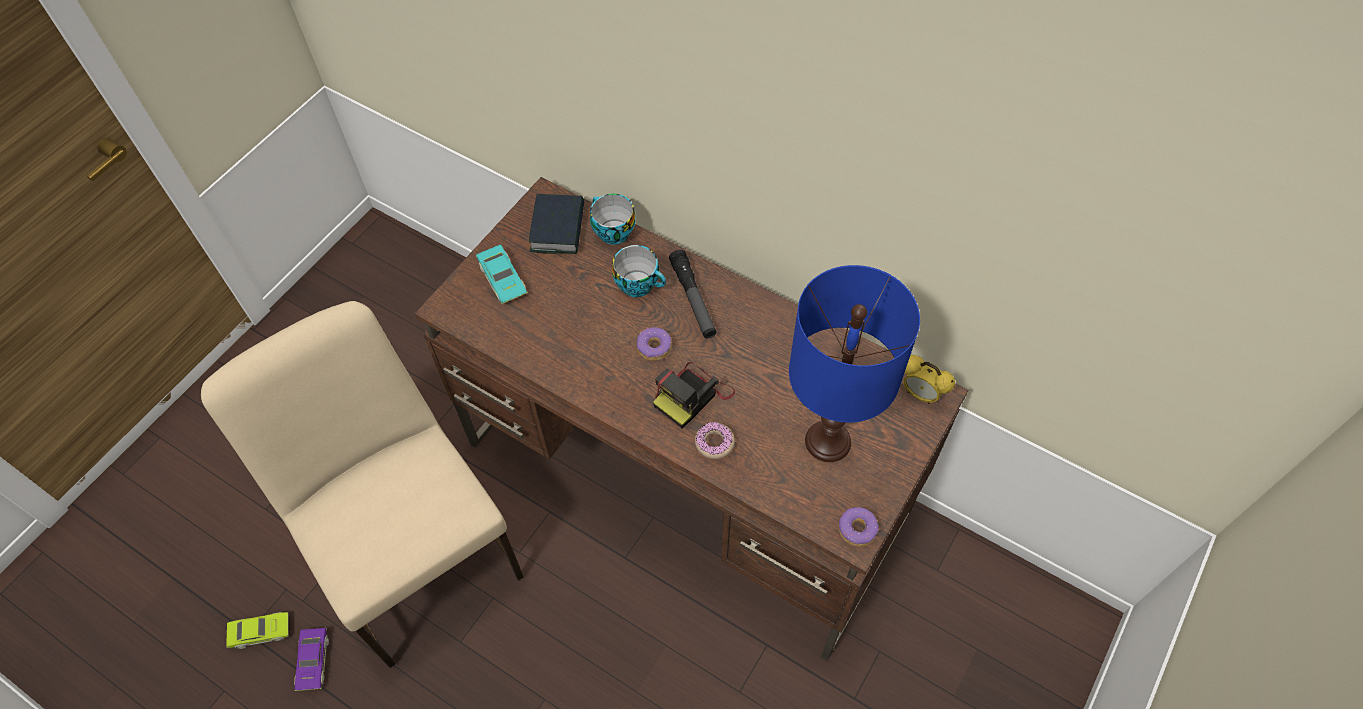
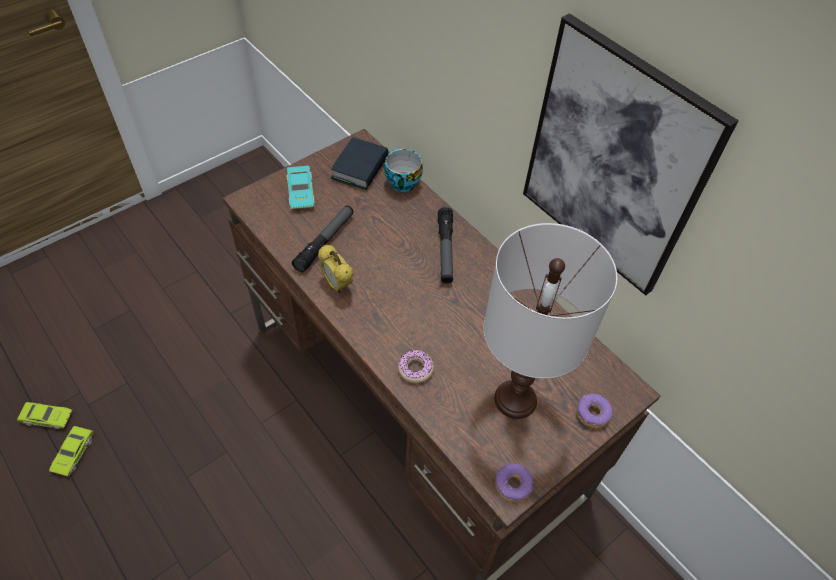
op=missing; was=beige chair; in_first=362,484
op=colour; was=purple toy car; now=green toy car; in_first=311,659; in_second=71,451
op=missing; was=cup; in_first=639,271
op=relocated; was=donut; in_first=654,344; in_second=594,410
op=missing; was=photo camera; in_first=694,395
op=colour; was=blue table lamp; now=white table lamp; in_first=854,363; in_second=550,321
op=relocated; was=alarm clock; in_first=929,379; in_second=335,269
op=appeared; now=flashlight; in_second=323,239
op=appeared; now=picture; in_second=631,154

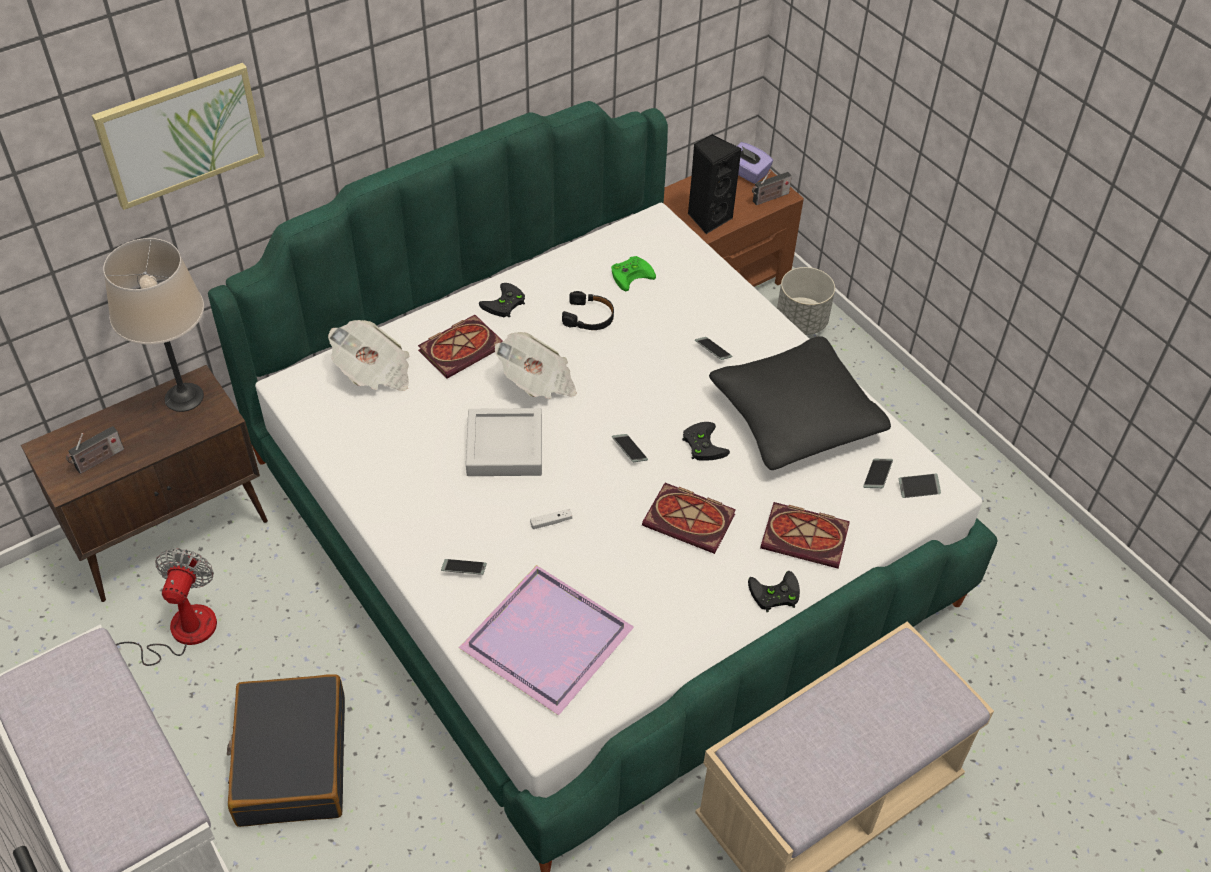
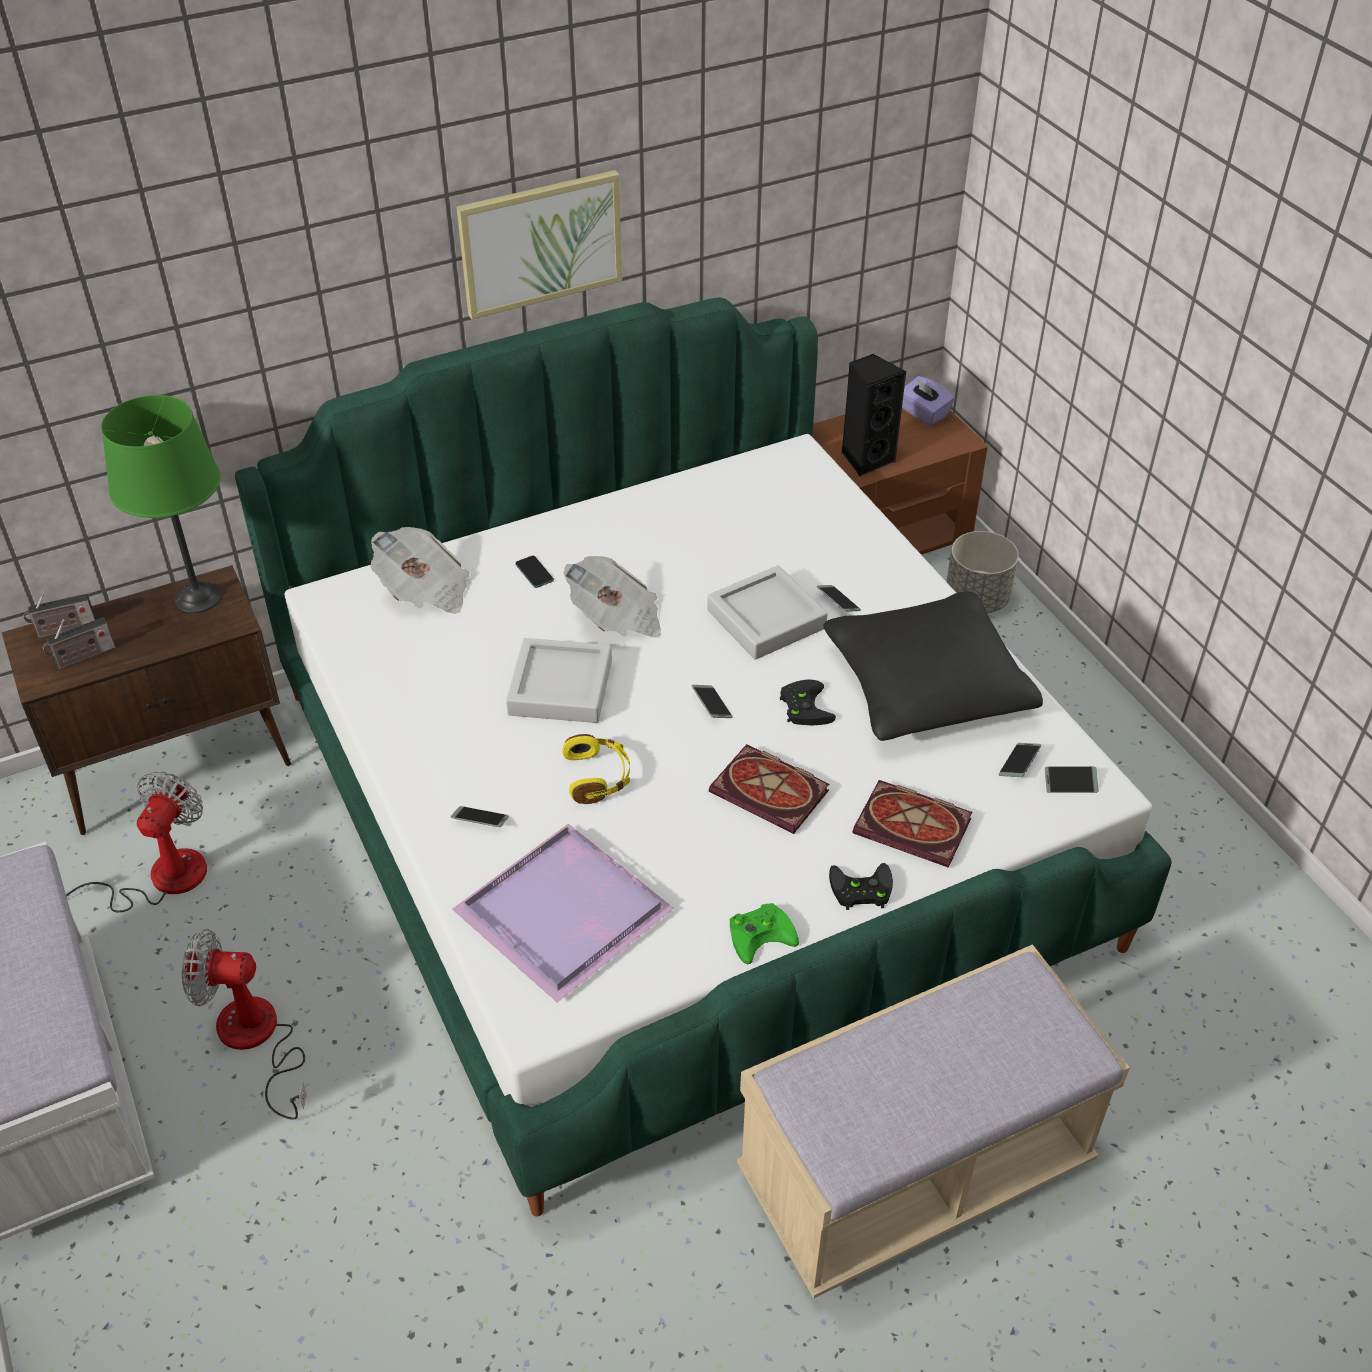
op=relocated; was=picture; in_first=178,136; in_second=539,245
op=colour; was=beige table lamp; now=green table lamp; in_first=153,325; in_second=161,504
op=exchanged; was=black suitcase; now=fan; in_first=286,750; in_second=245,1024
op=exchanged; was=book; now=phone; in_first=460,347; in_second=534,572
op=missing; was=black game controller; in_first=502,300
op=exchanged; was=white game controller; now=yellow headphones; in_first=551,519; in_second=596,769
op=missing; was=black headphones; in_first=588,310
op=relocated; was=green game controller; in_first=633,273; in_second=764,933
op=relocated; was=radio; in_first=772,188; in_second=60,614
op=appeared; now=grey tray; in_second=767,612

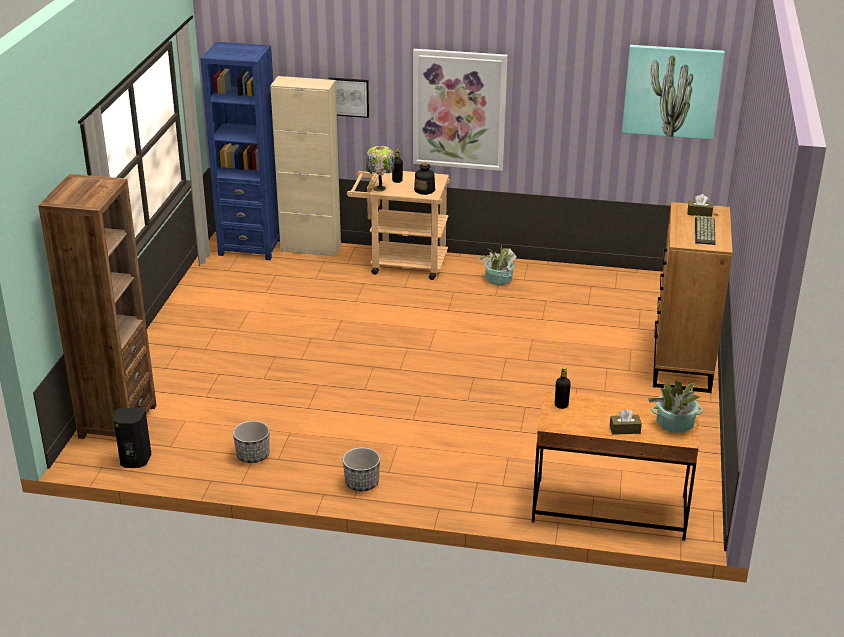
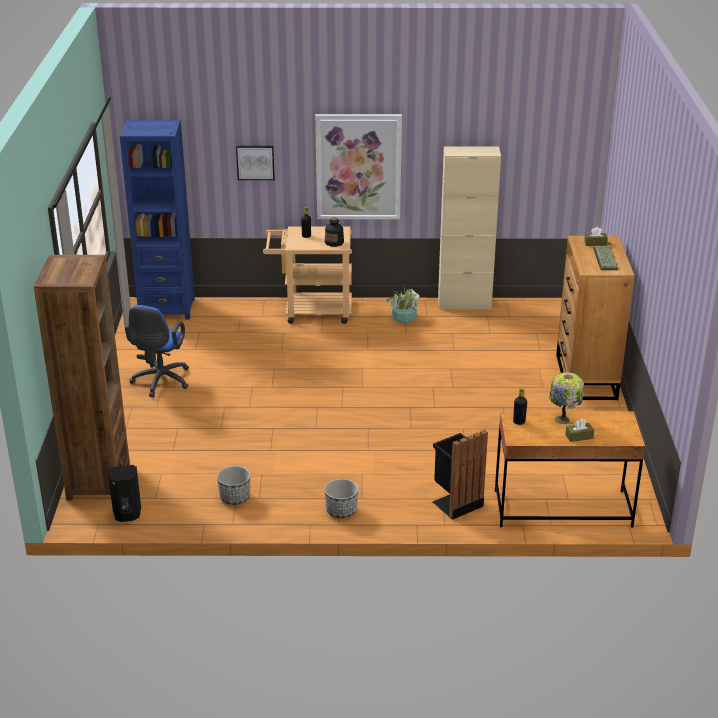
op=relocated; was=beige cabinet; in_first=305,166; in_second=469,228
op=relocated; was=table lamp; in_first=380,169; in_second=566,398
op=missing; was=picture; in_first=673,92
op=missing; was=potted plant; in_first=675,406
op=appeared; now=blue office chair; in_second=157,351
op=appeared; now=black trash can; in_second=460,475

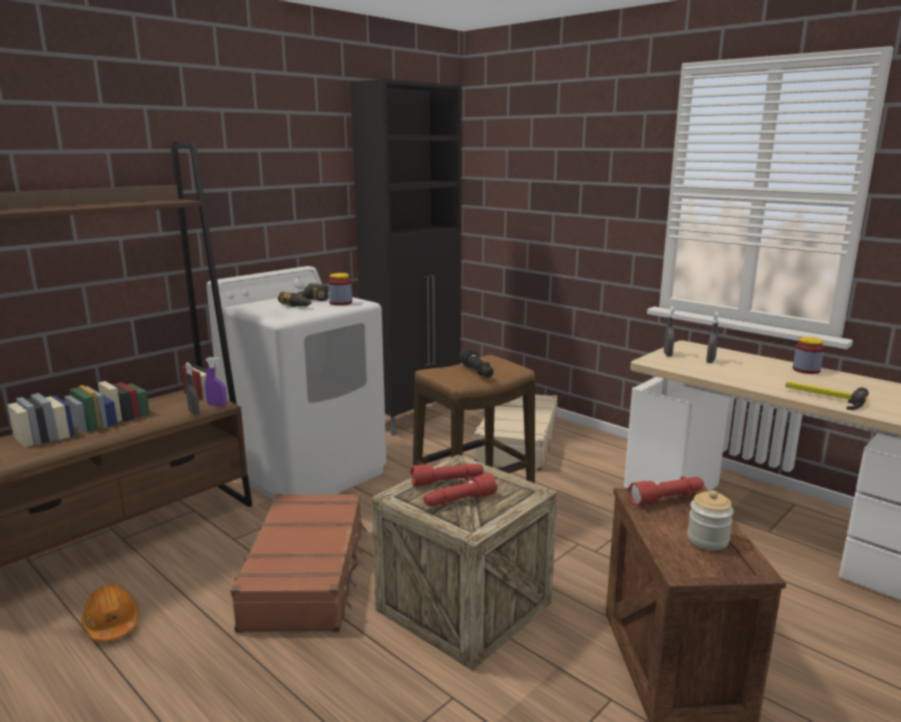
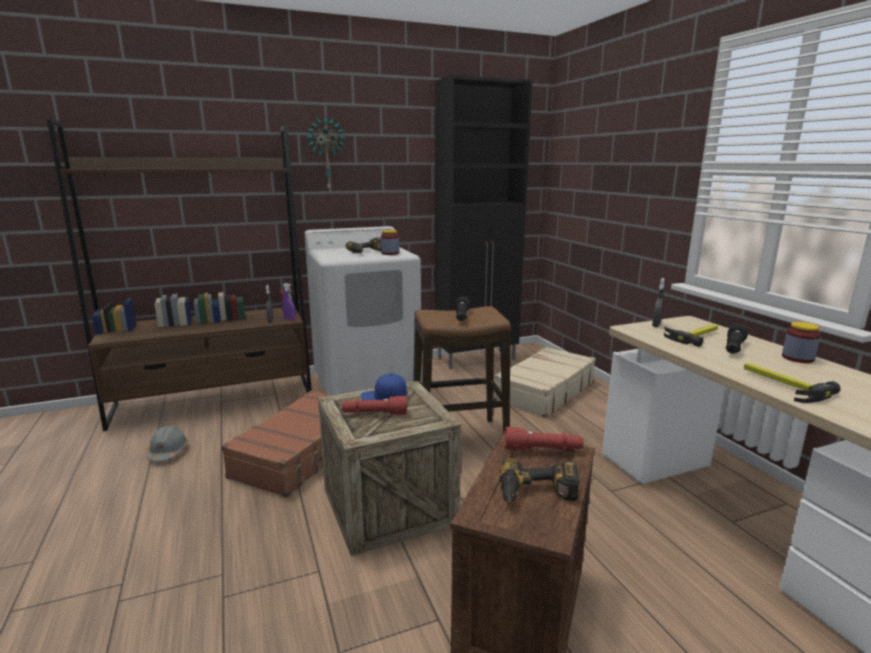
op=colour; was=orange hard hat; now=grey hard hat; in_first=110,613; in_second=167,443
op=exchanged; was=red flashlight; now=blue cap; in_first=447,474; in_second=383,387
op=exchanged; was=jar; now=power drill; in_first=710,520; in_second=539,480
op=exchanged; was=grey spray bottle; now=hammer; in_first=712,337; in_second=691,335
op=appeared; now=wall clock; in_second=326,154
op=appeared; now=black flashlight; in_second=736,339

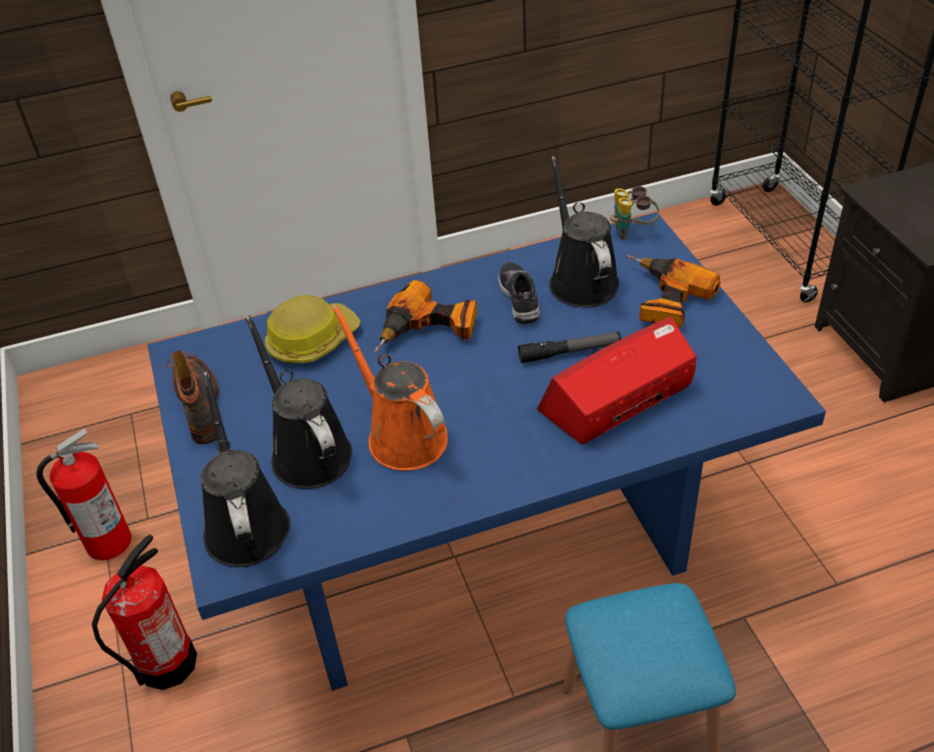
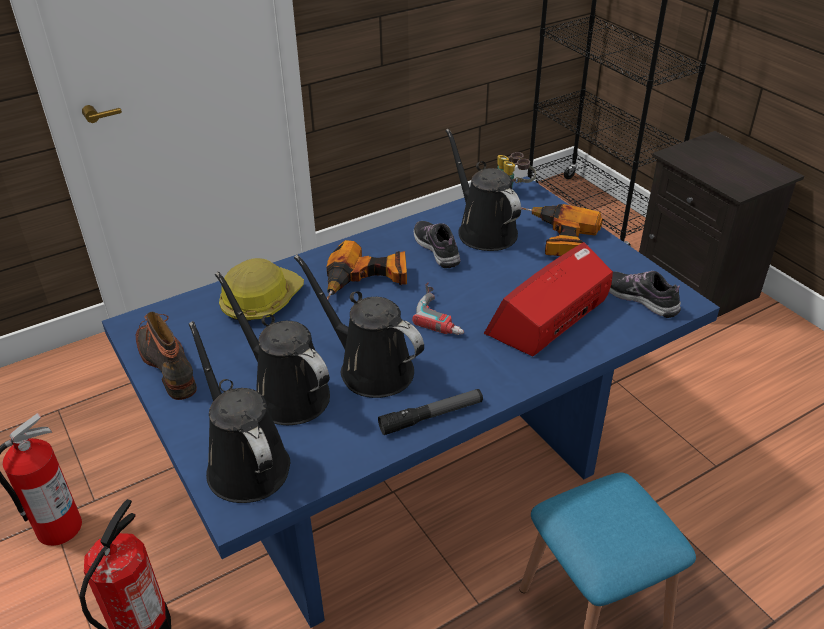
op=colour; was=orange watering can; now=black watering can; in_first=389,387; in_second=359,326
op=relocated; was=flashlight; in_first=570,347; in_second=430,412
op=appeared; now=power drill; in_second=438,309
op=appeared; now=shoe; in_second=645,294

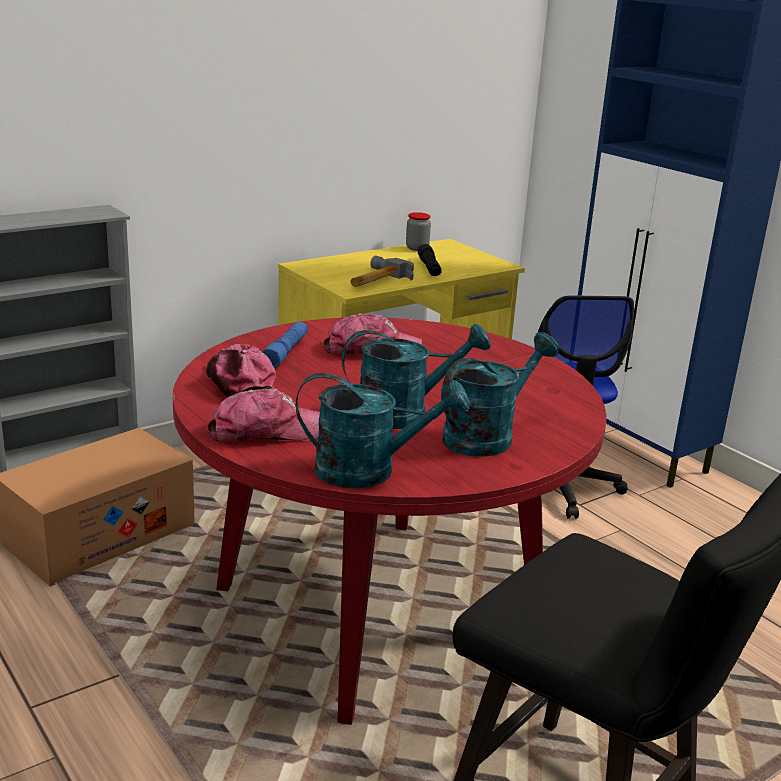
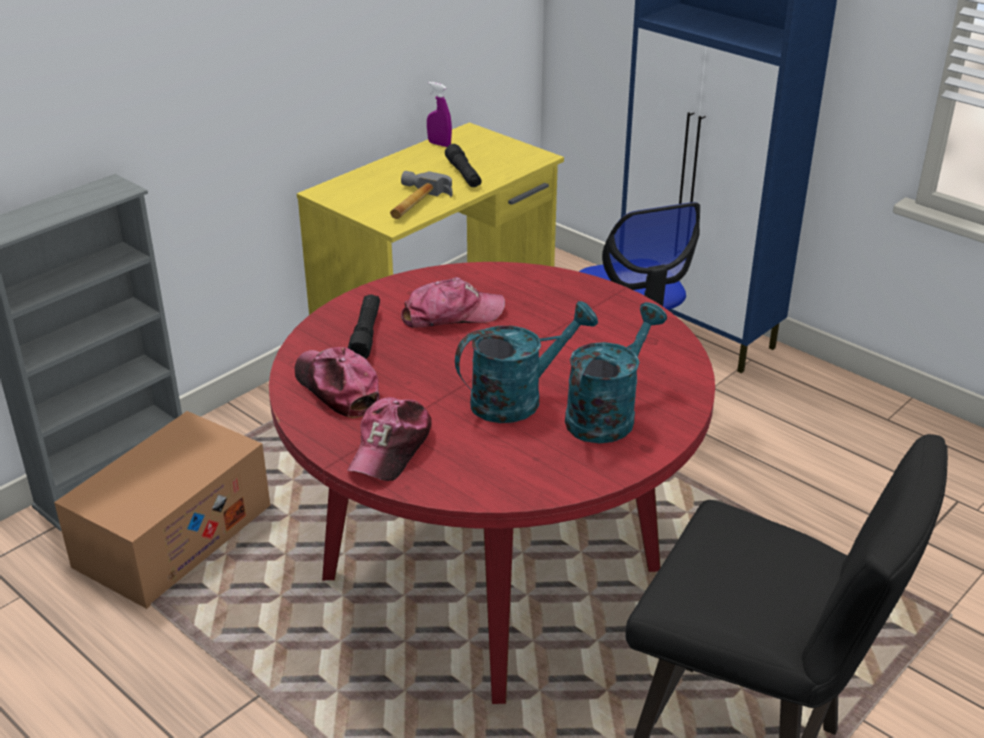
op=spun; was=cap; in_first=263,414; in_second=389,439; clockwise=135
op=colour; was=blue flashlight; now=black flashlight; in_first=285,345; in_second=364,327
op=missing; was=turquoise watering can; in_first=383,430
op=exchanged; was=jar; now=purple spray bottle; in_first=418,231; in_second=439,114

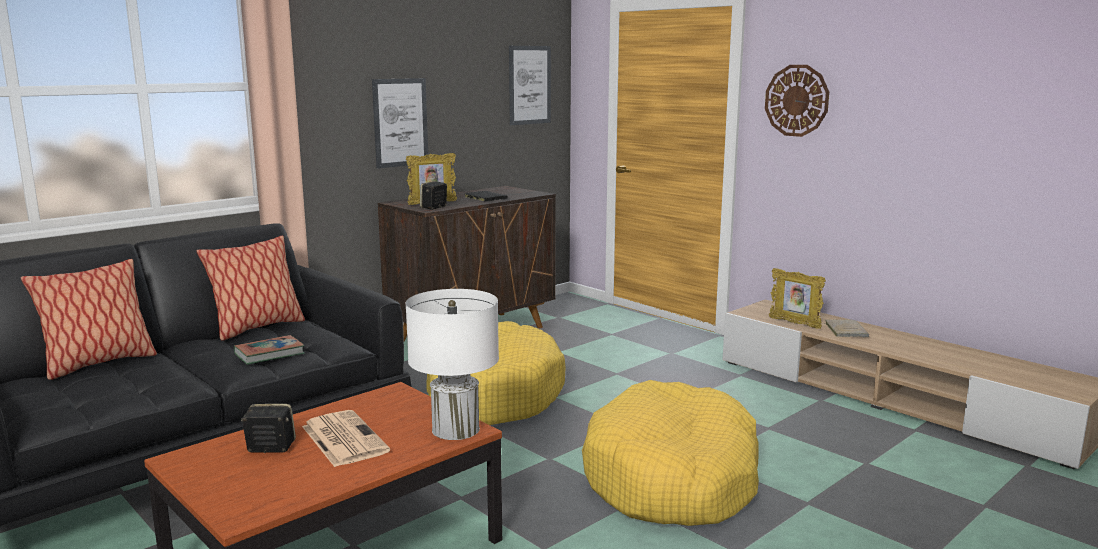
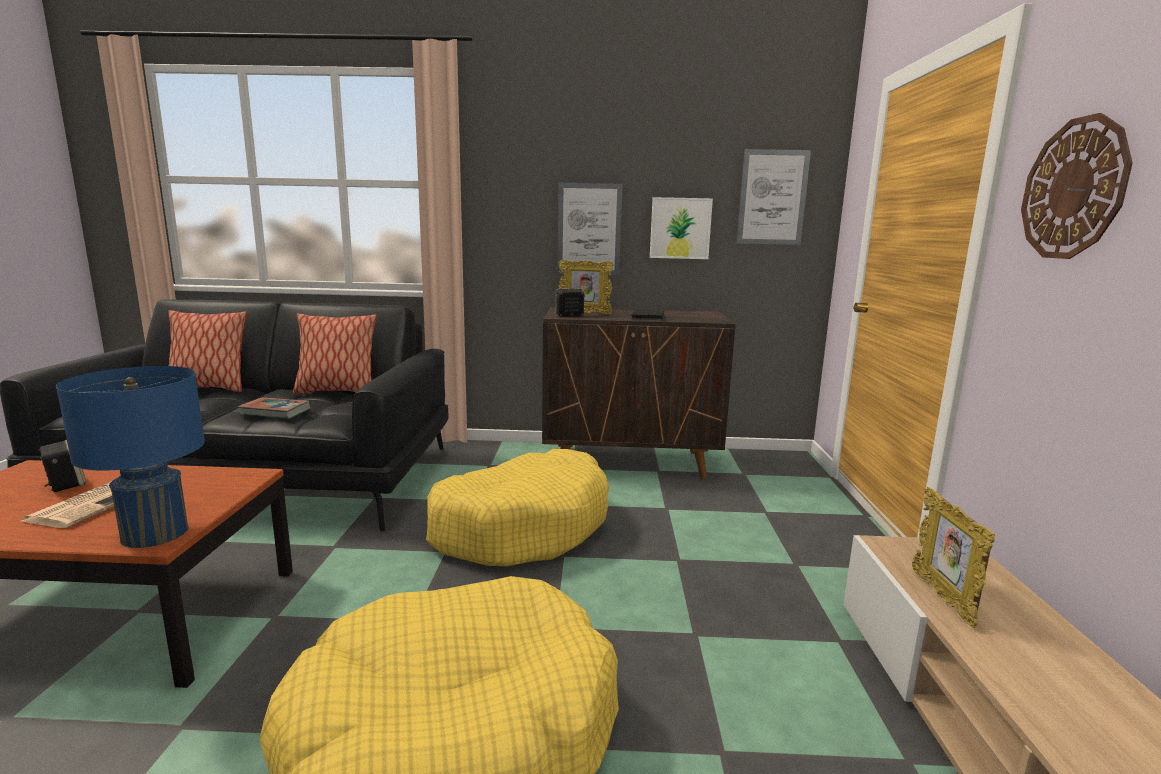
op=colour; was=white table lamp; now=blue table lamp; in_first=452,364; in_second=130,457
op=missing; was=beige book; in_first=847,328
op=appeared; now=picture; in_second=681,228

